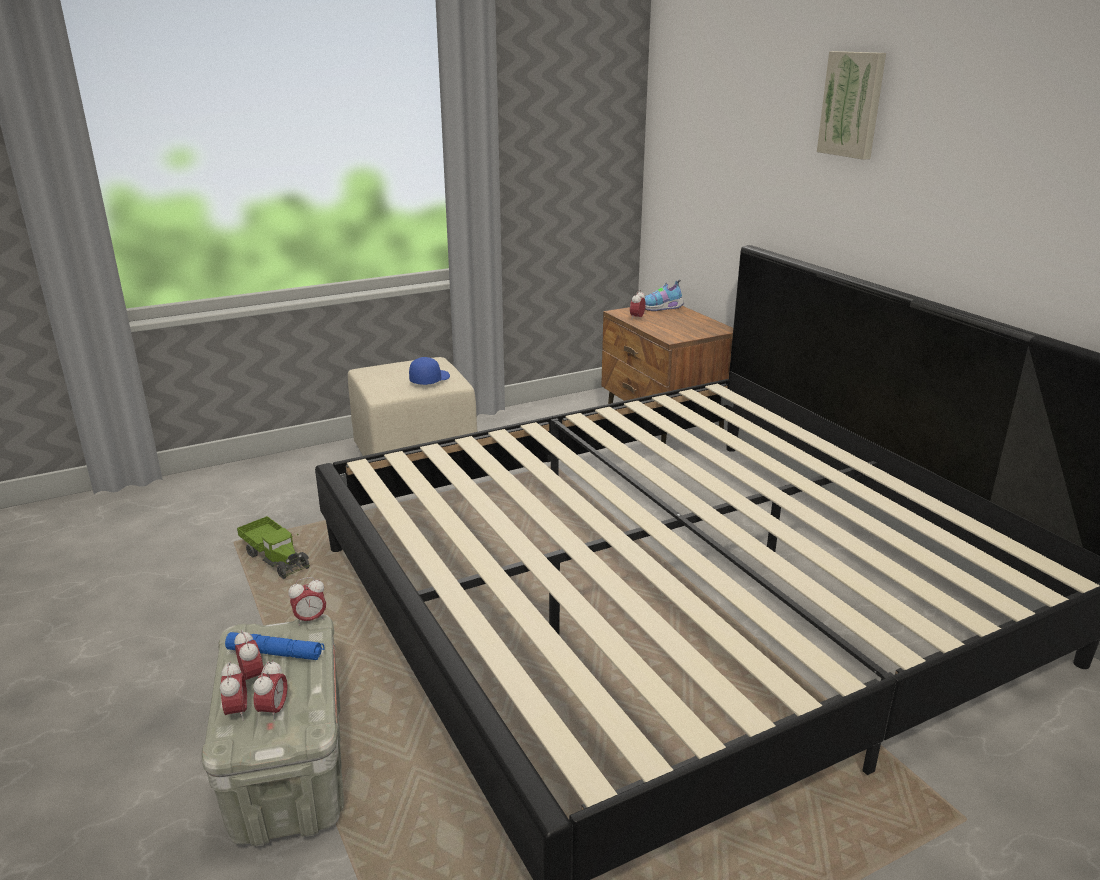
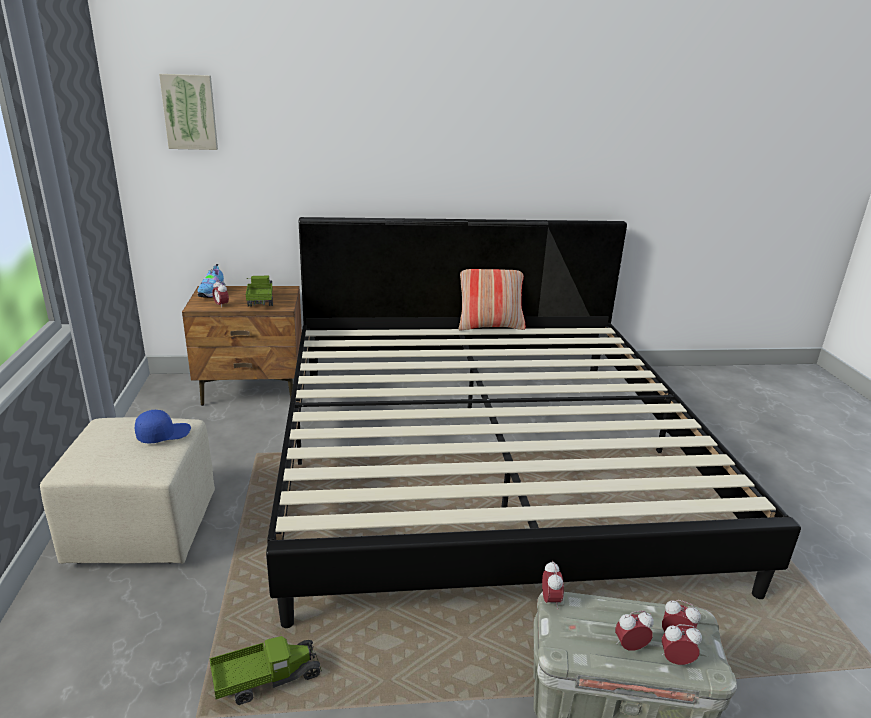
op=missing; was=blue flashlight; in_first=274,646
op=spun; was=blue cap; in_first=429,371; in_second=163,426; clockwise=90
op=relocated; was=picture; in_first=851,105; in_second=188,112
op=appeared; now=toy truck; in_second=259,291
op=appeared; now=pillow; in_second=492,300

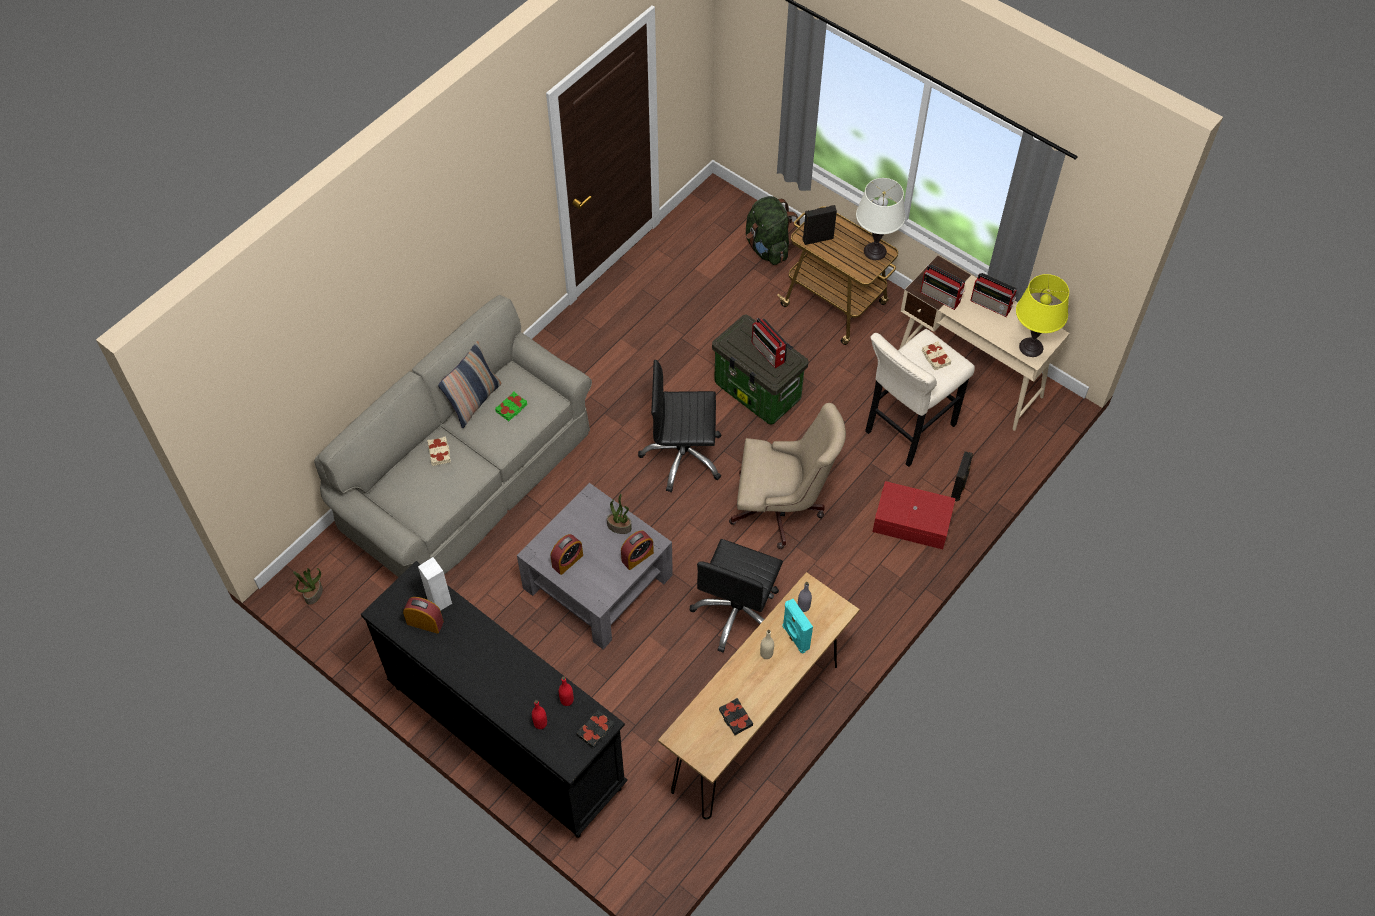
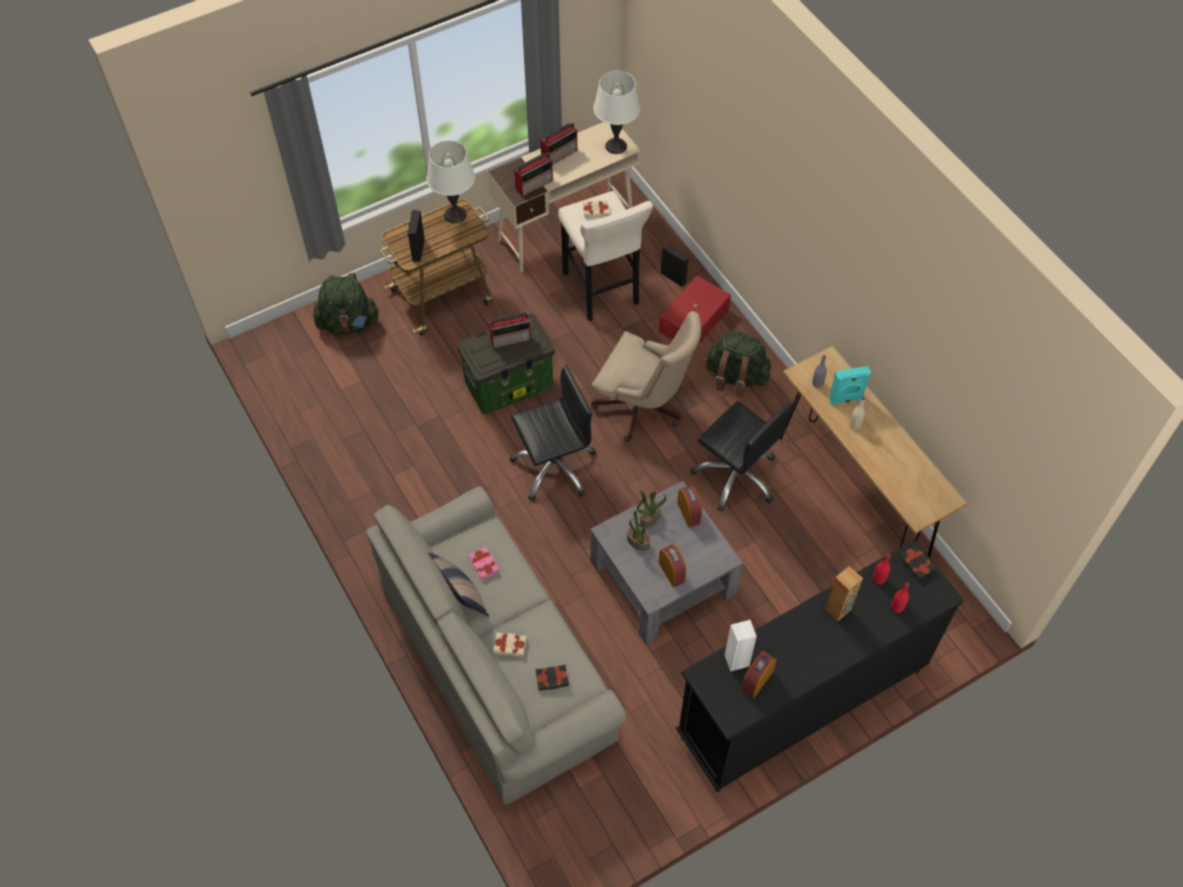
op=relocated; was=potted plant; in_first=308,586; in_second=638,531
op=colour; was=green book; now=pink book; in_first=511,406; in_second=483,563
op=spun; was=black office chair; in_first=680,426; in_second=553,433; clockwise=-135
op=relocated; was=black book; in_first=736,716; in_second=552,677
op=spun; was=beige office chair; in_first=787,476; in_second=646,376; clockwise=90
op=colour; was=yellow table lamp; now=white table lamp; in_first=1042,315; in_second=617,112
op=appeared; now=green backpack; in_second=738,363
op=appeared; now=brown speaker; in_second=844,594

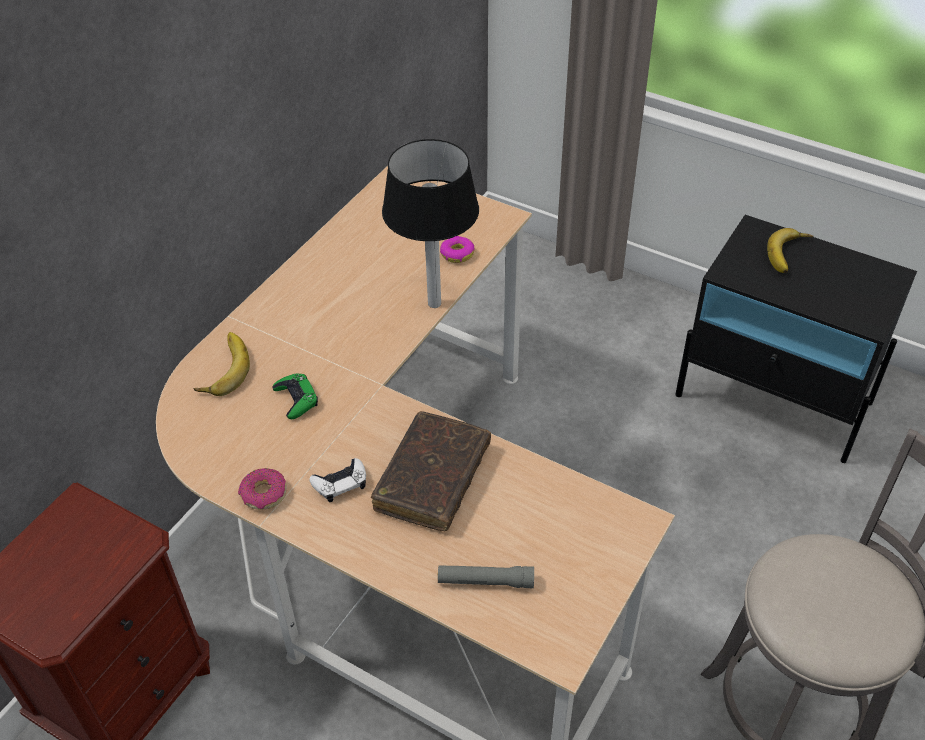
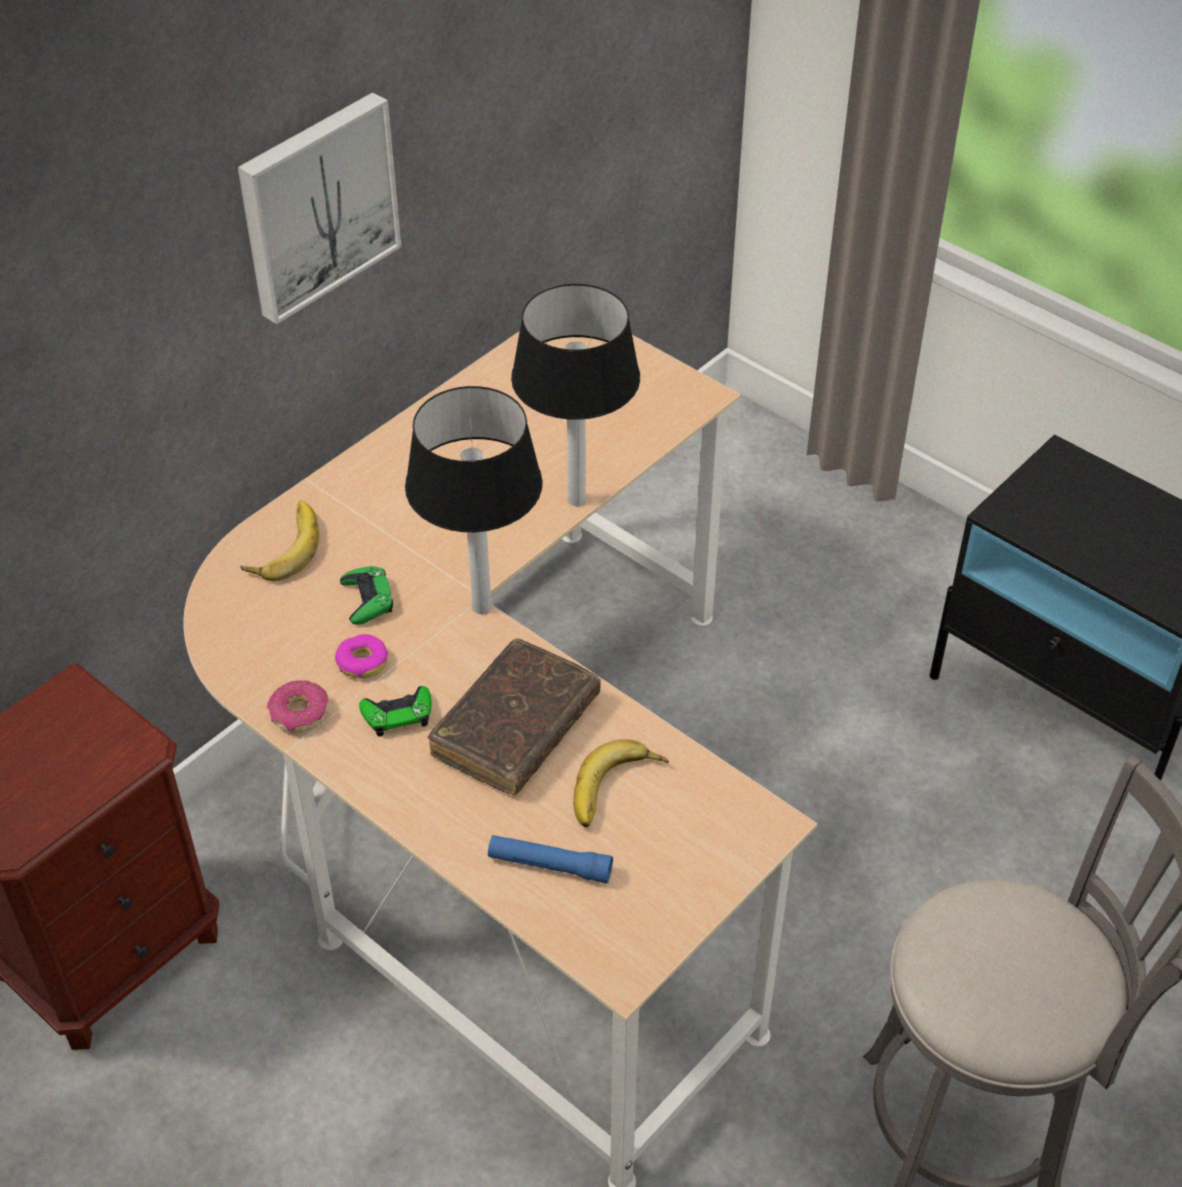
op=colour; was=white game controller; now=green game controller; in_first=337,480; in_second=395,711
op=colour; was=grey flashlight; now=blue flashlight; in_first=486,576; in_second=550,859
op=relocated; was=donut; in_first=457,249; in_second=361,656
op=relocated; was=banana; in_first=790,250; in_second=621,783
op=appeared; now=picture; in_second=320,208
op=appeared; now=table lamp; in_second=474,500

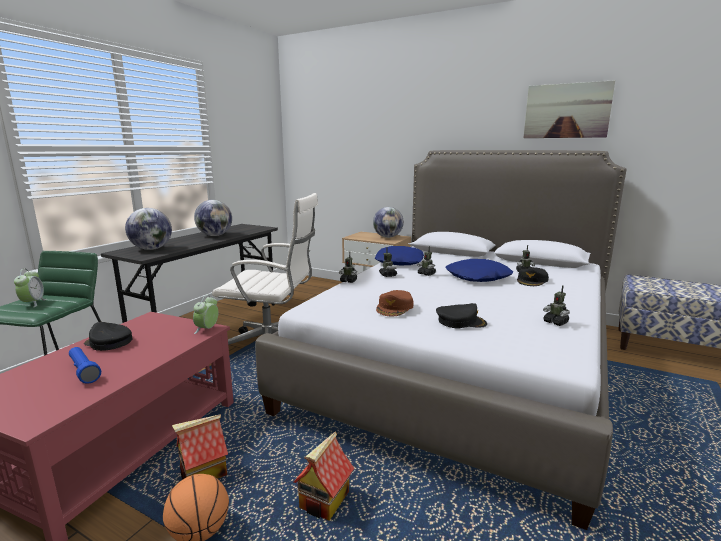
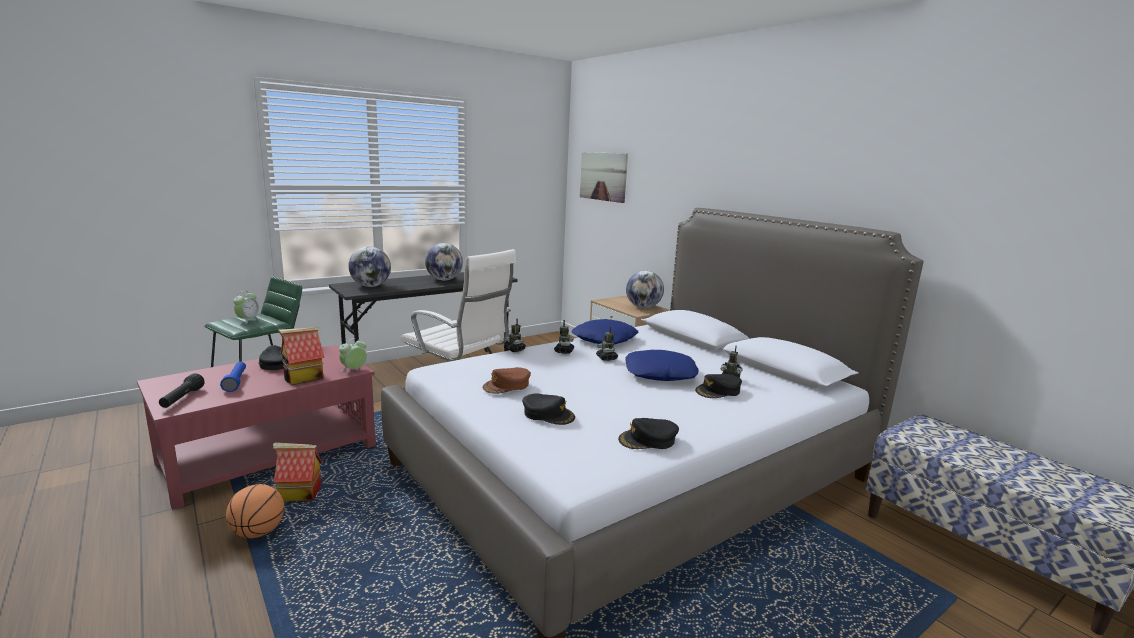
op=relocated; was=toy house; in_first=324,476; in_second=301,356
op=relocated; was=picture; in_first=569,109; in_second=604,177
op=exchanged; was=toy robot; now=black cap; in_first=556,305; in_second=648,433
op=appeared; now=black flashlight; in_second=182,390

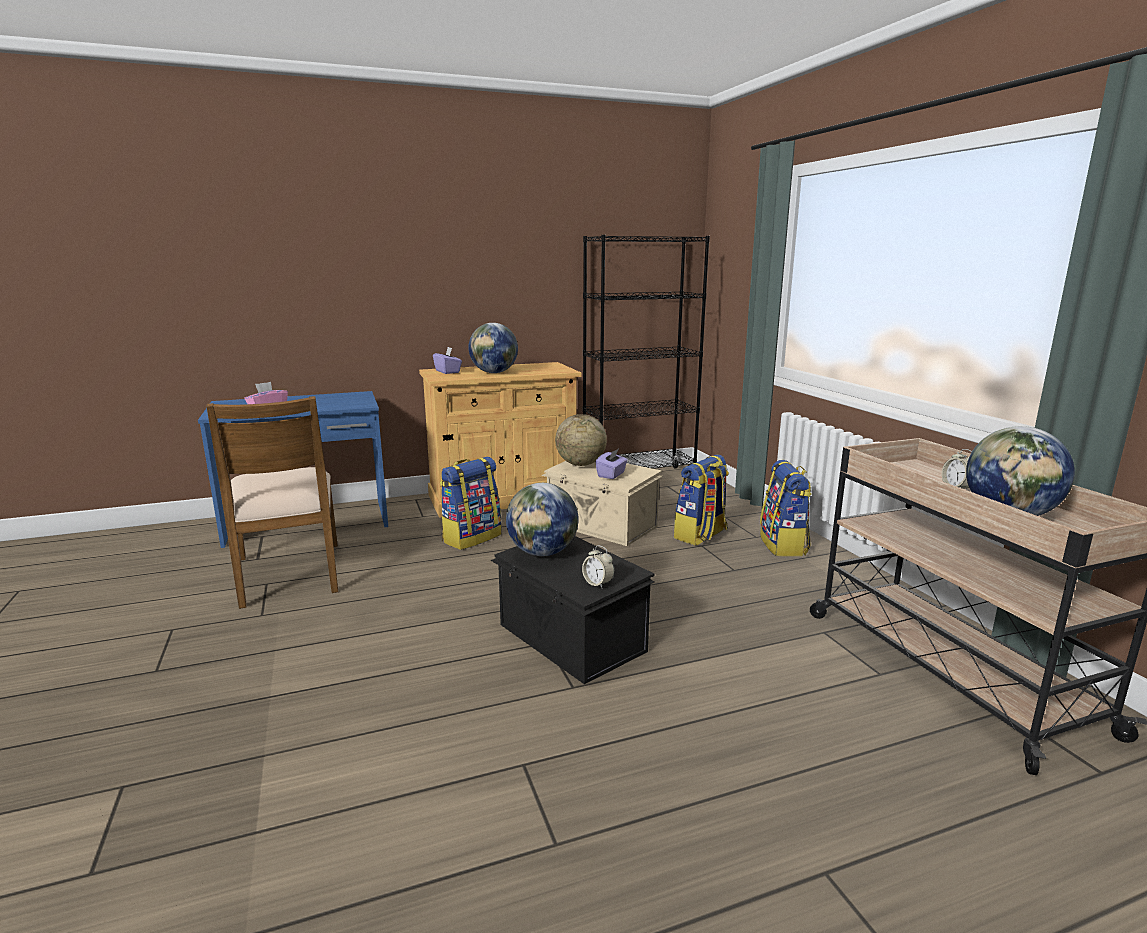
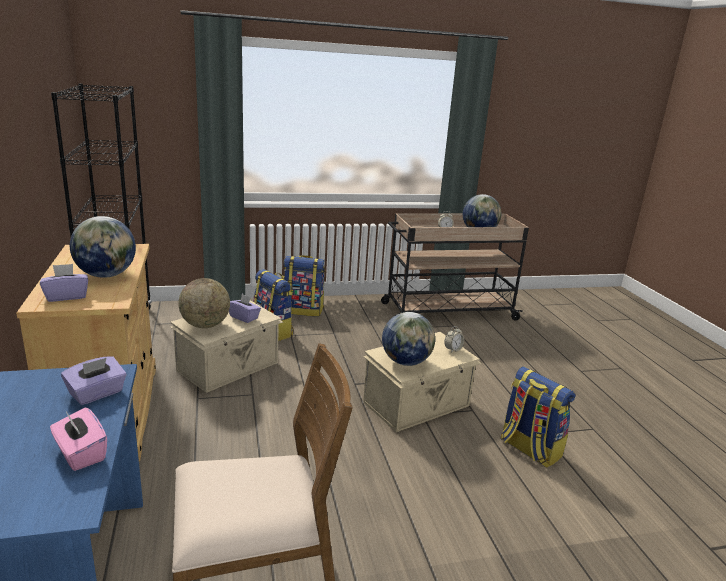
op=relocated; was=backpack; in_first=470,503; in_second=538,417
op=colour; was=black storage box; now=beige storage box; in_first=573,610; in_second=422,382
op=appeared; now=purple tissue box; in_second=93,380

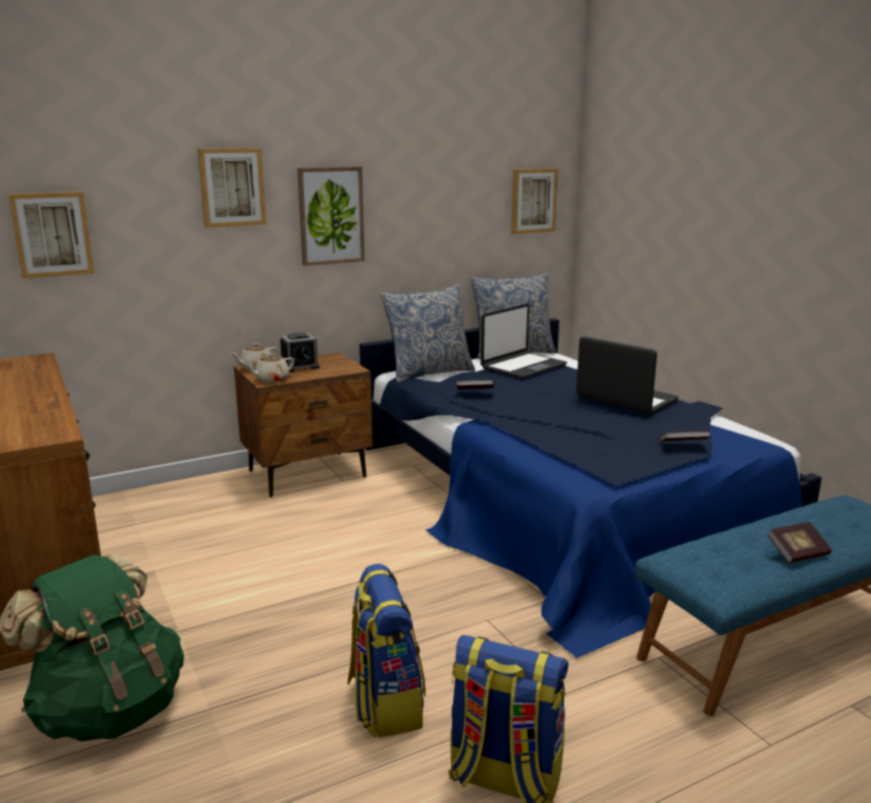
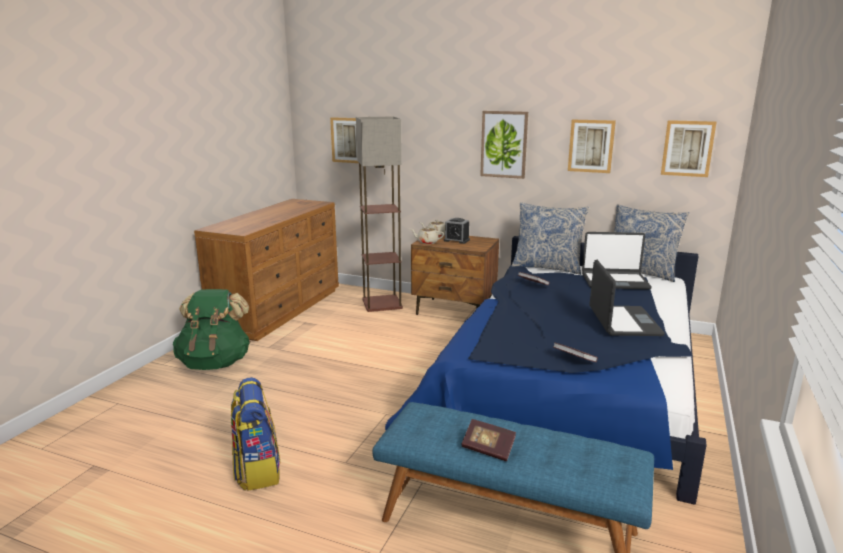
op=relocated; was=picture; in_first=232,188; in_second=592,146
op=missing; was=backpack; in_first=387,651
op=appeared; now=floor lamp; in_second=379,214

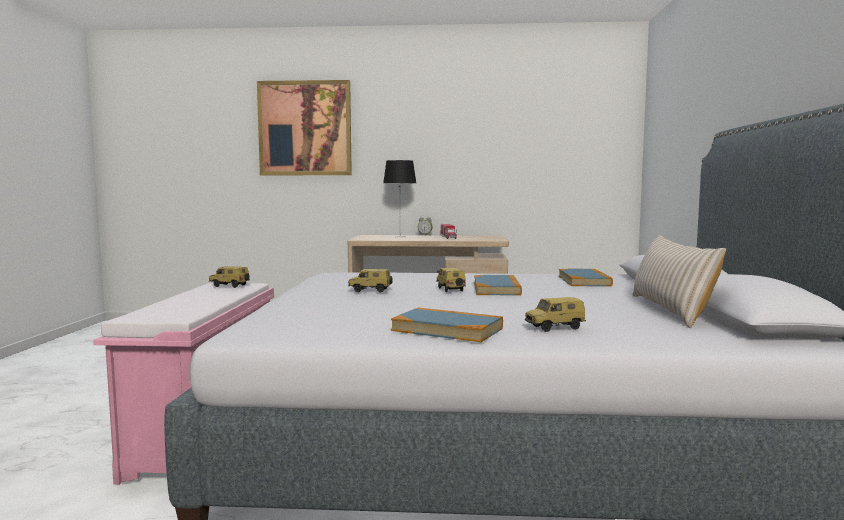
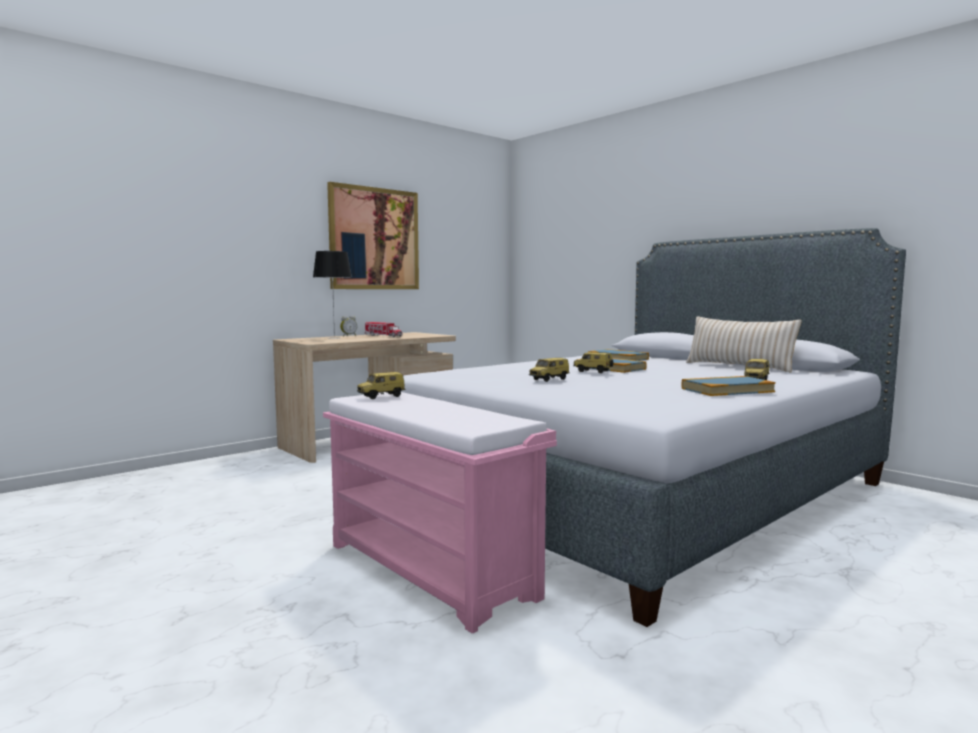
op=relocated; was=picture; in_first=304,127; in_second=373,235

